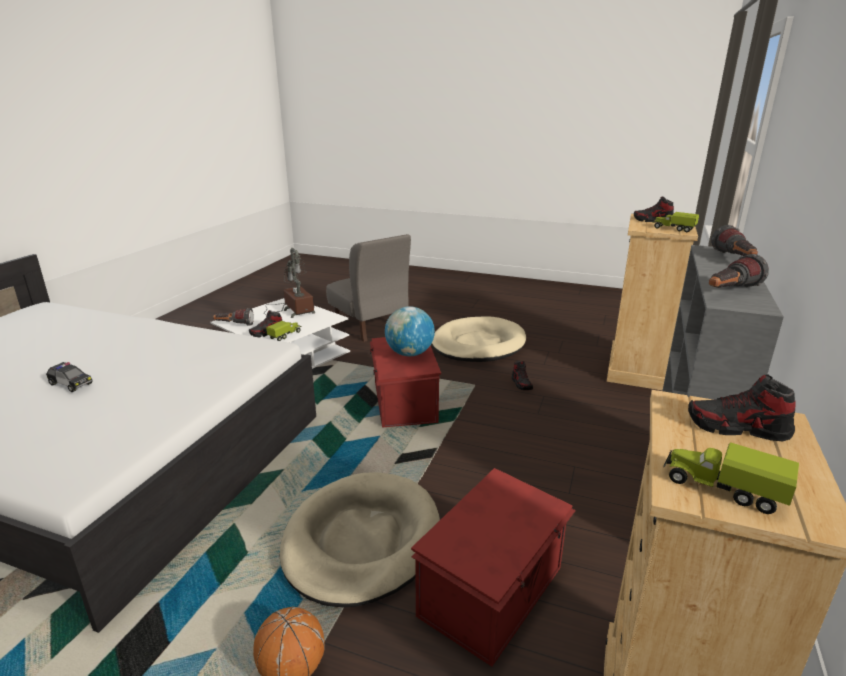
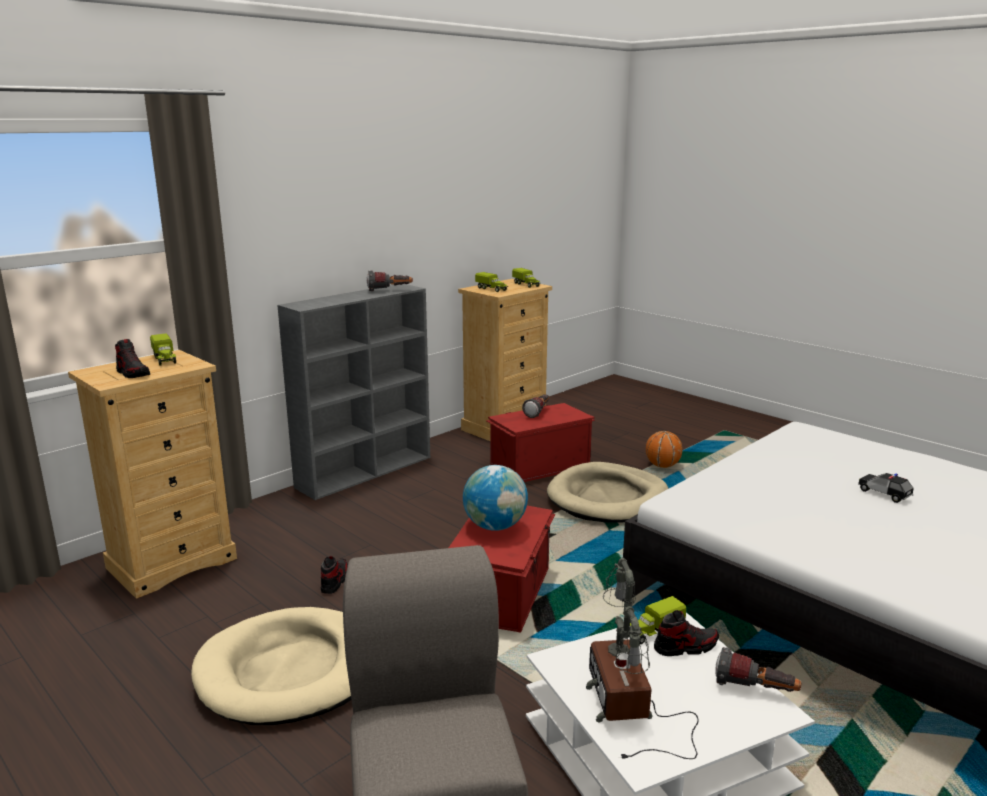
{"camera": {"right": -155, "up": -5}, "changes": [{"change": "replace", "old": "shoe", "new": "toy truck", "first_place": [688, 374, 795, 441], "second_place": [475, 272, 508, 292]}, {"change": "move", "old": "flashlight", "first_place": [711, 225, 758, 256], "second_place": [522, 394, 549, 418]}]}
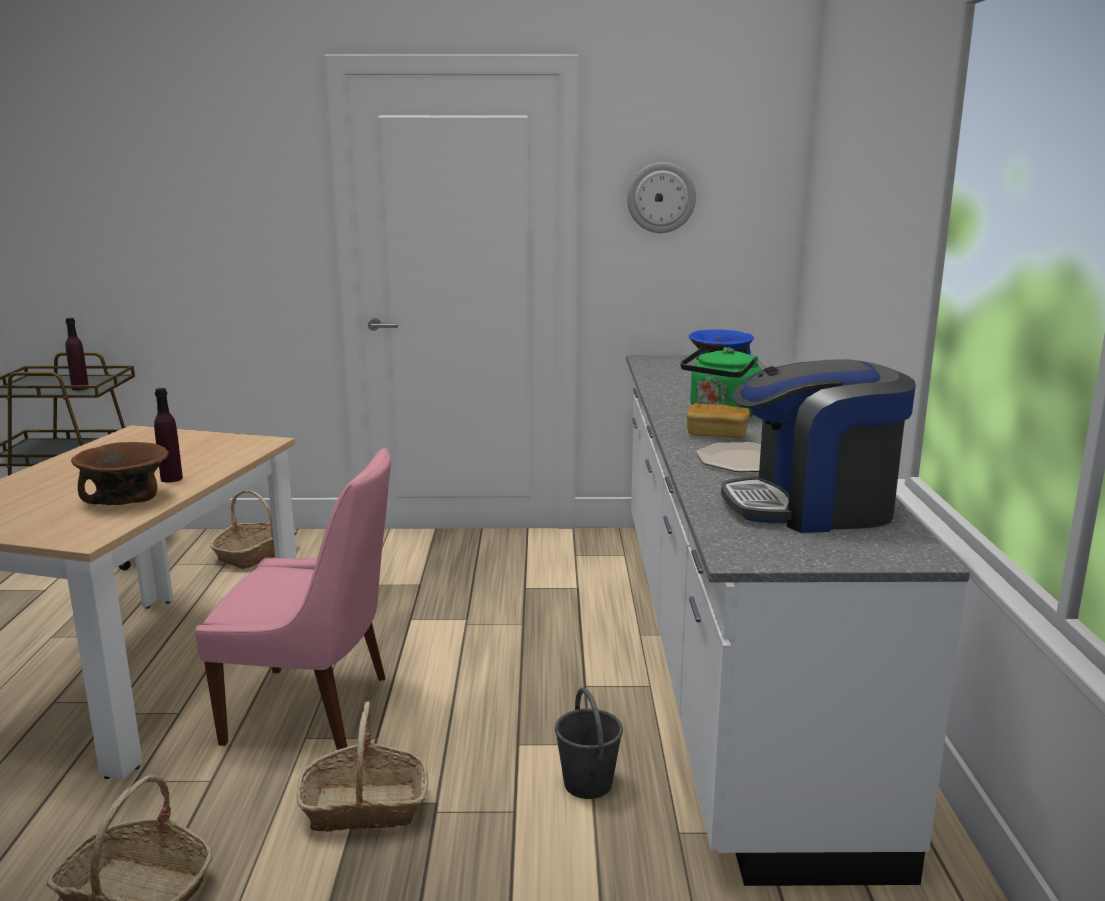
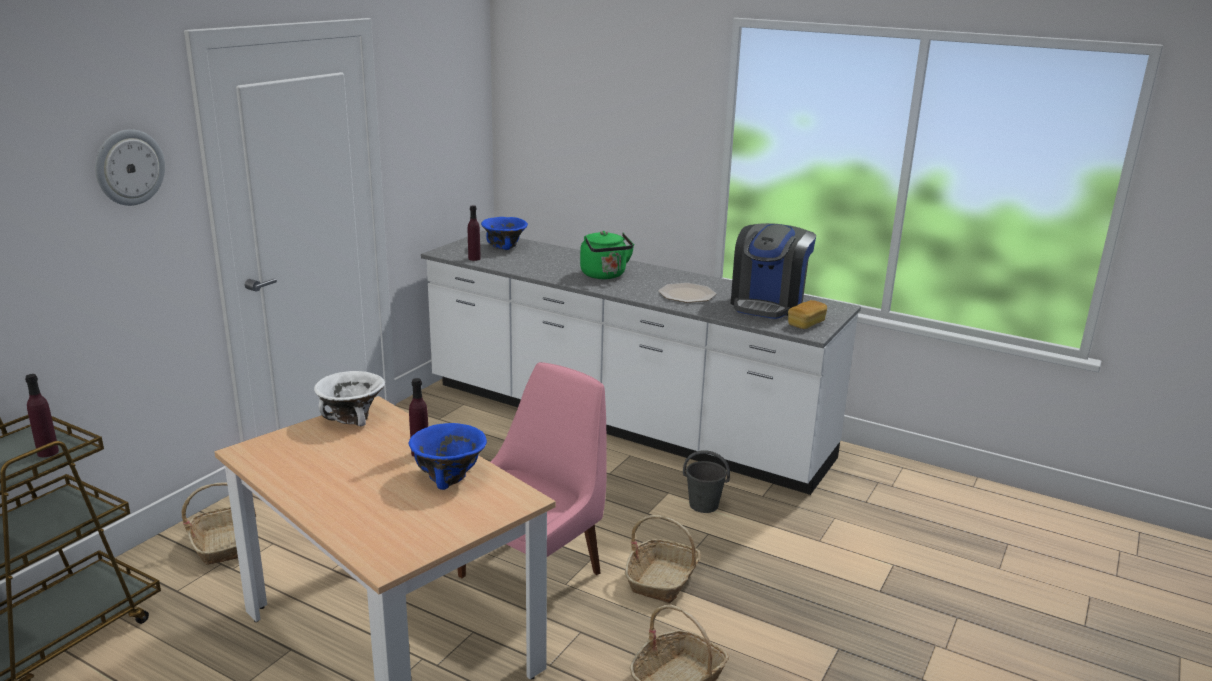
{"camera": {"right": -60, "up": 5}, "changes": [{"change": "recolor", "old": "brown bowl", "new": "blue bowl", "first_place": [71, 442, 169, 505], "second_place": [409, 423, 487, 490]}, {"change": "move", "old": "wall clock", "first_place": [627, 162, 696, 233], "second_place": [95, 129, 165, 206]}, {"change": "move", "old": "bread", "first_place": [687, 403, 750, 439], "second_place": [788, 300, 827, 329]}, {"change": "insert", "new": "white bowl", "second_place": [314, 371, 385, 426]}, {"change": "insert", "new": "purple bottle", "second_place": [468, 205, 481, 261]}]}
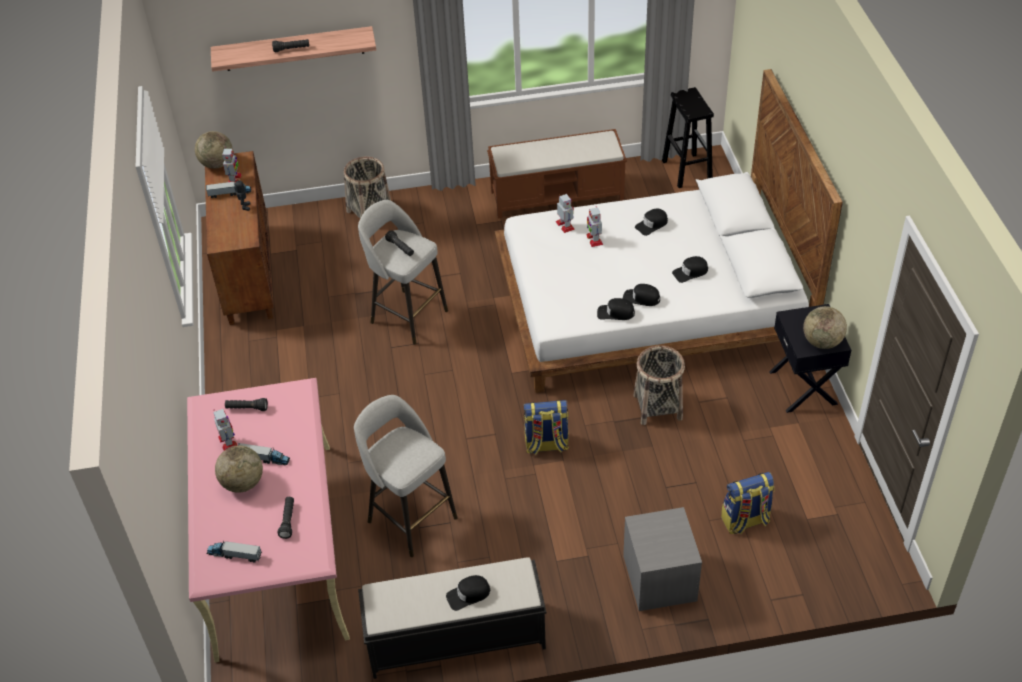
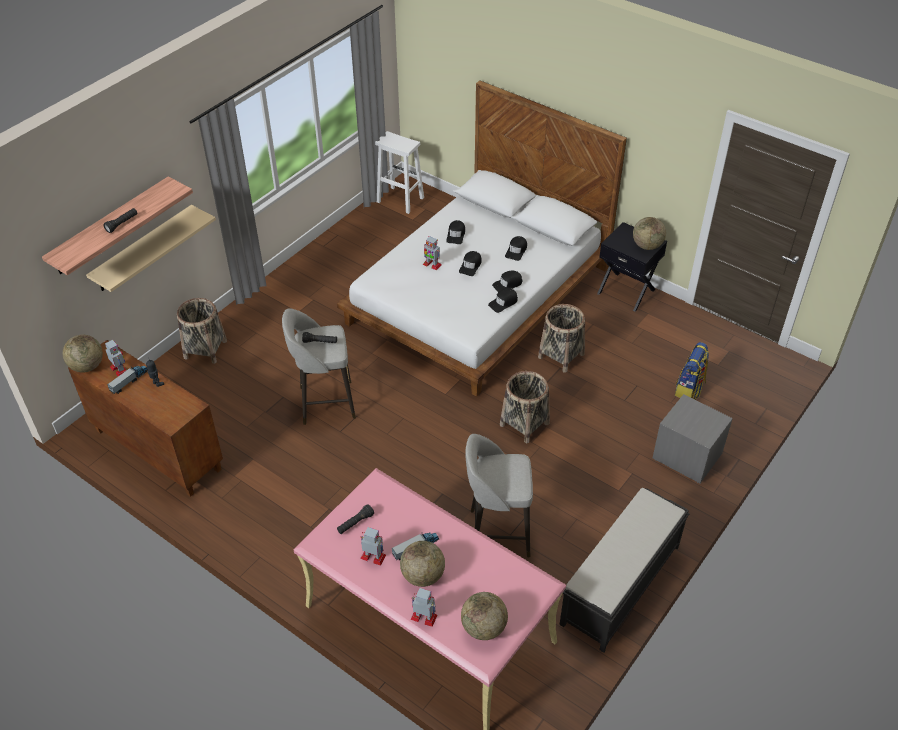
{"camera": {"right": -45, "up": 0}, "changes": [{"change": "replace", "old": "toy truck", "new": "globe", "first_place": [206, 540, 262, 563], "second_place": [461, 592, 508, 640]}, {"change": "delete", "old": "black flashlight", "first_place": [278, 497, 294, 539]}, {"change": "move", "old": "black cap", "first_place": [446, 575, 490, 611], "second_place": [459, 251, 482, 276]}, {"change": "delete", "old": "brown bench", "first_place": [487, 129, 627, 219]}, {"change": "replace", "old": "backpack", "new": "basket", "first_place": [524, 400, 569, 455], "second_place": [500, 371, 550, 443]}, {"change": "move", "old": "toy robot", "first_place": [556, 194, 575, 233], "second_place": [411, 588, 438, 627]}, {"change": "recolor", "old": "black stool", "new": "white stool", "first_place": [662, 87, 714, 188], "second_place": [375, 131, 424, 214]}, {"change": "insert", "new": "beige shelf", "second_place": [86, 205, 216, 292]}]}
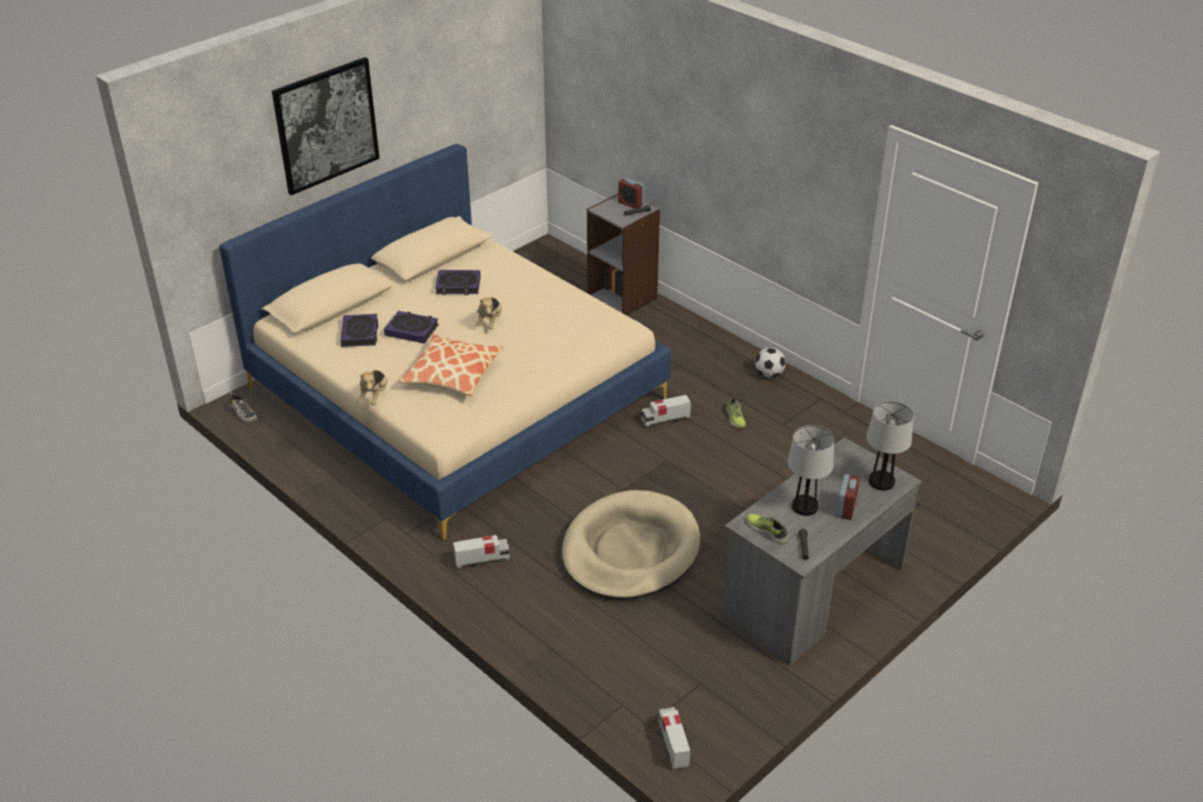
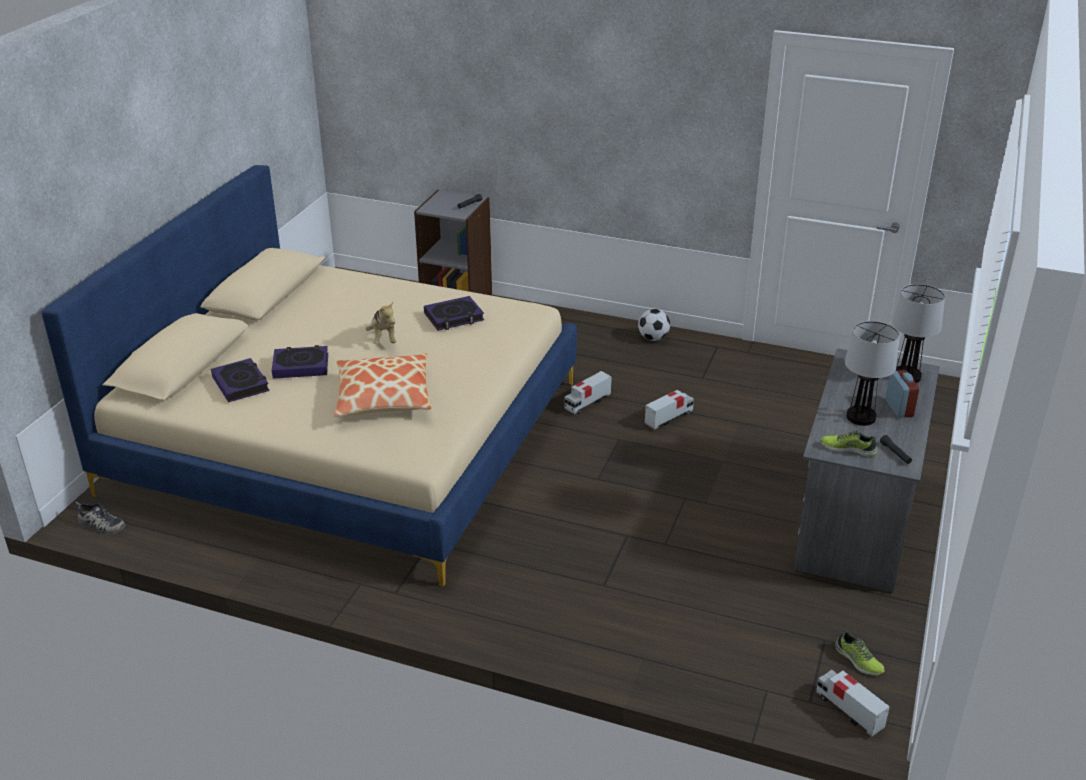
{"camera": {"right": -25, "up": -5}, "changes": [{"change": "delete", "old": "picture", "first_place": [272, 57, 380, 195]}, {"change": "delete", "old": "plush toy", "first_place": [357, 370, 388, 405]}, {"change": "move", "old": "book", "first_place": [435, 270, 481, 295], "second_place": [424, 296, 484, 331]}, {"change": "move", "old": "toy truck", "first_place": [453, 535, 511, 568], "second_place": [645, 390, 694, 429]}, {"change": "delete", "old": "beige dog bed", "first_place": [562, 490, 700, 600]}, {"change": "delete", "old": "alarm clock", "first_place": [618, 178, 644, 209]}, {"change": "move", "old": "shoe", "first_place": [726, 397, 746, 428], "second_place": [835, 631, 885, 675]}]}
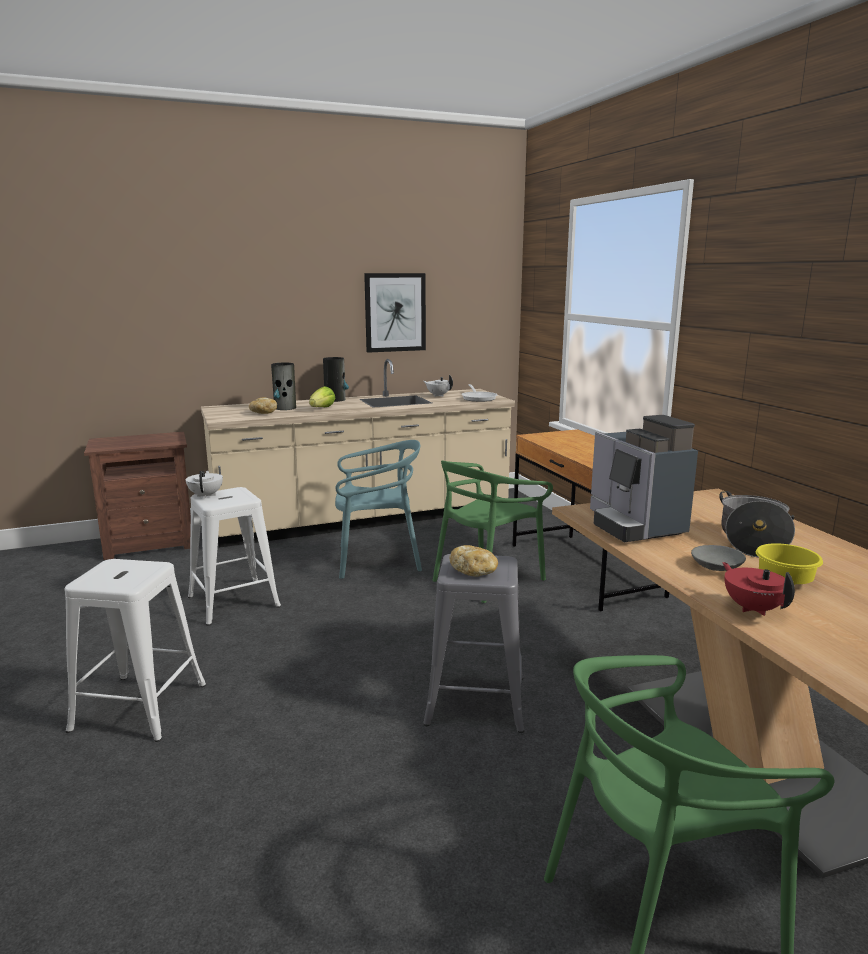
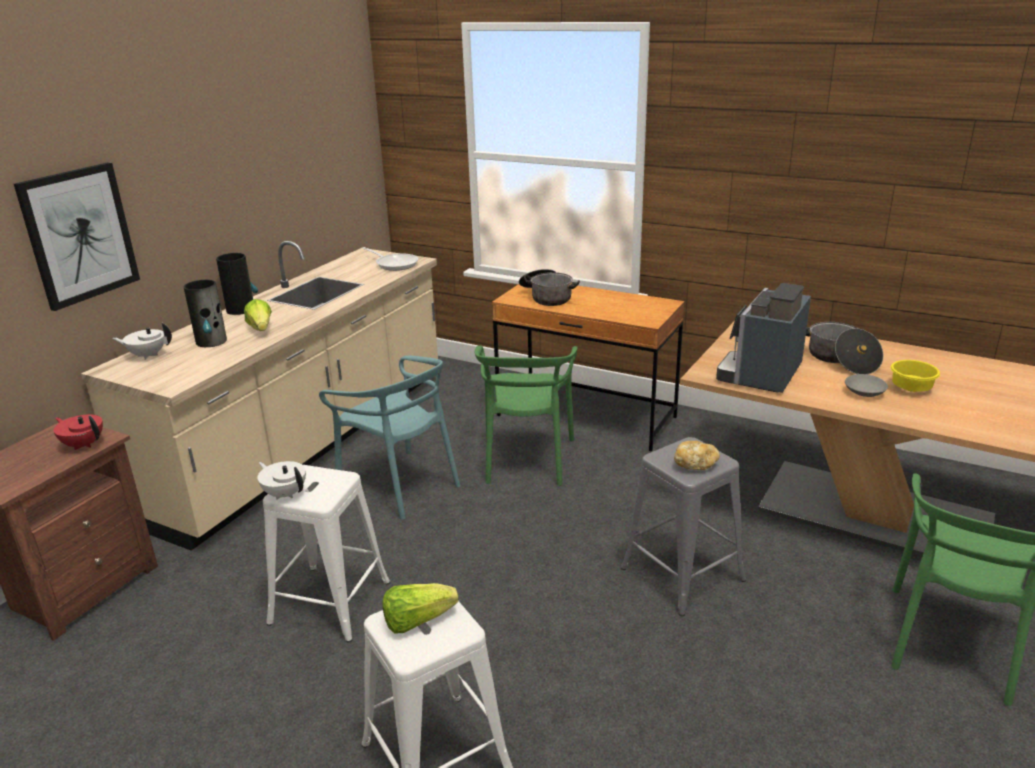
{"camera": {"right": -40, "up": 10}, "changes": [{"change": "delete", "old": "bread", "first_place": [249, 397, 277, 414]}, {"change": "rotate", "old": "turquoise chair", "first_place": [335, 440, 422, 579], "second_place": [319, 356, 461, 520], "degrees": 90}, {"change": "move", "old": "picture", "first_place": [364, 273, 426, 353], "second_place": [14, 162, 140, 311]}, {"change": "move", "old": "white teapot", "first_place": [424, 375, 453, 397], "second_place": [112, 323, 172, 360]}, {"change": "rotate", "old": "coffee machine", "first_place": [590, 415, 698, 542], "second_place": [716, 283, 811, 393], "degrees": 90}, {"change": "move", "old": "red teapot", "first_place": [722, 562, 795, 616], "second_place": [53, 414, 103, 450]}, {"change": "insert", "new": "lettuce", "second_place": [383, 583, 459, 634]}, {"change": "insert", "new": "cooking pot", "second_place": [519, 269, 580, 306]}]}
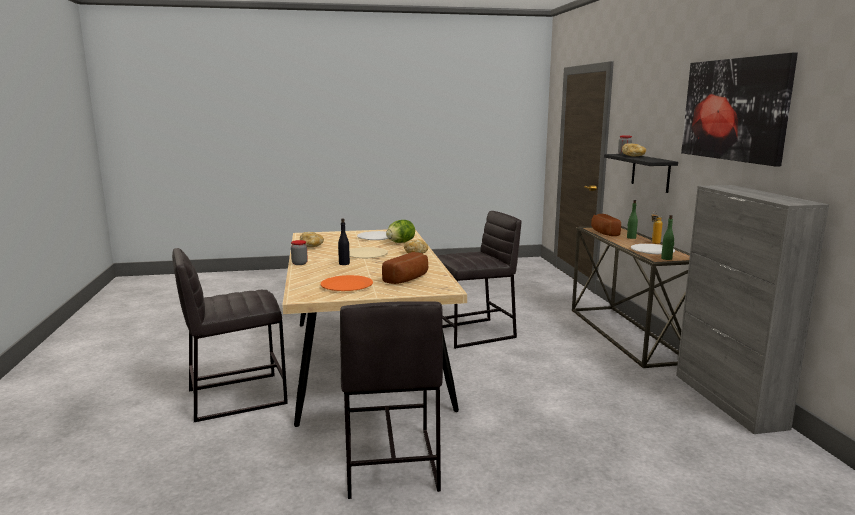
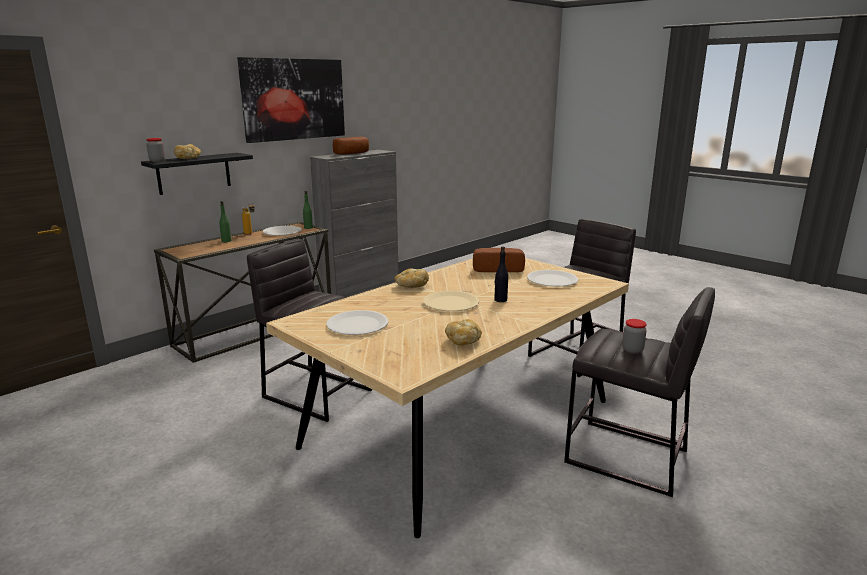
{"camera": {"right": -125, "up": 5}, "changes": [{"change": "move", "old": "jar", "first_place": [291, 240, 308, 265], "second_place": [622, 319, 647, 354]}, {"change": "recolor", "old": "orange plate", "new": "white plate", "first_place": [321, 275, 373, 291], "second_place": [527, 270, 578, 287]}, {"change": "delete", "old": "lettuce", "first_place": [386, 220, 415, 243]}, {"change": "move", "old": "bread", "first_place": [591, 214, 621, 236], "second_place": [333, 137, 369, 155]}]}
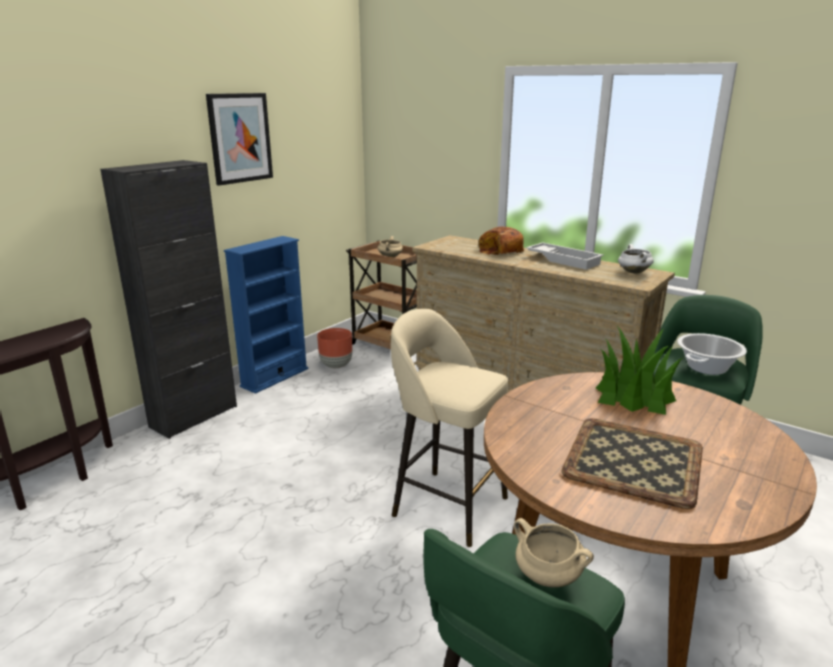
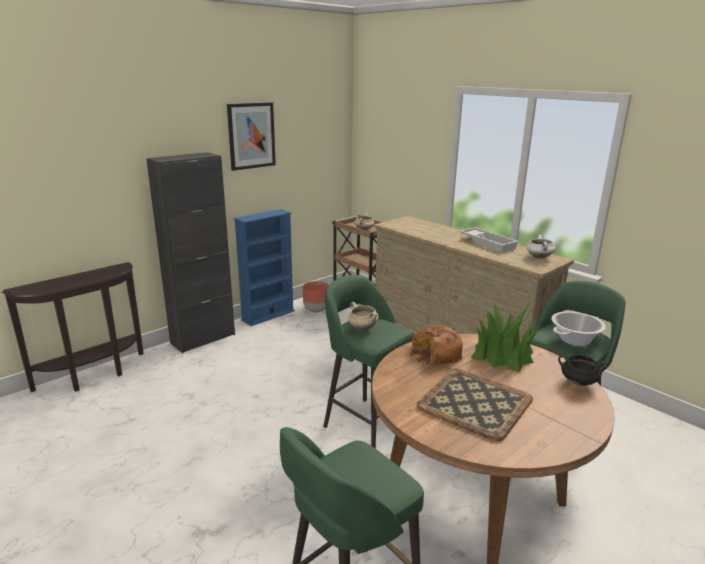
{"camera": {"right": 10, "up": 0}, "changes": [{"change": "recolor", "old": "beige stool", "new": "green stool", "first_place": [391, 309, 508, 547], "second_place": [323, 275, 415, 449]}, {"change": "move", "old": "bread", "first_place": [479, 227, 524, 255], "second_place": [410, 325, 463, 366]}, {"change": "move", "old": "beige cooking pot", "first_place": [514, 518, 594, 588], "second_place": [348, 302, 379, 330]}, {"change": "insert", "new": "black cooking pot", "second_place": [558, 354, 608, 386]}]}
